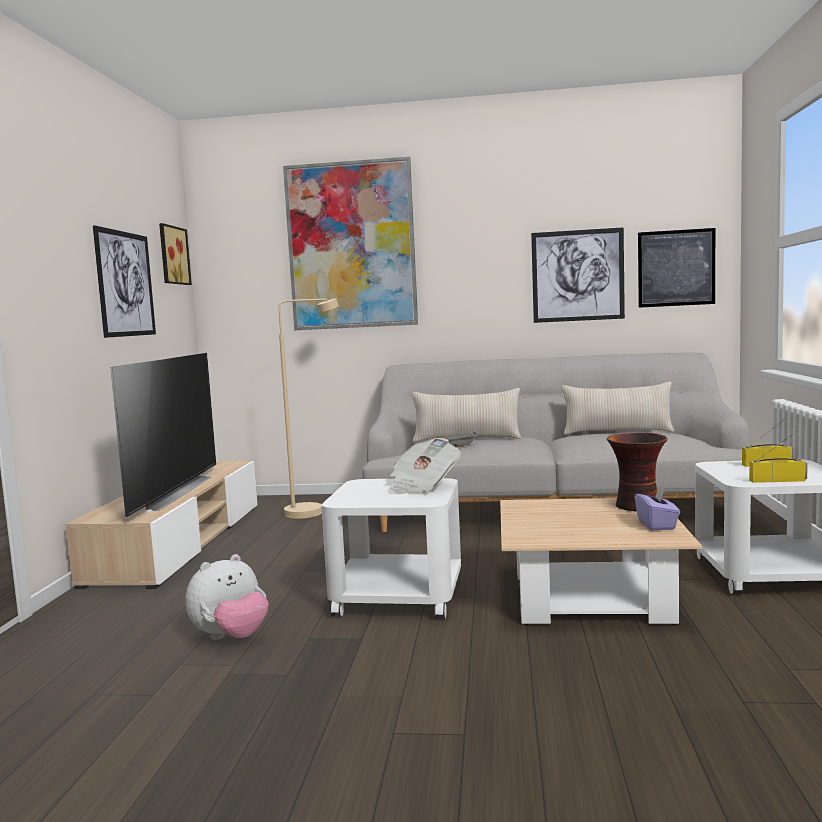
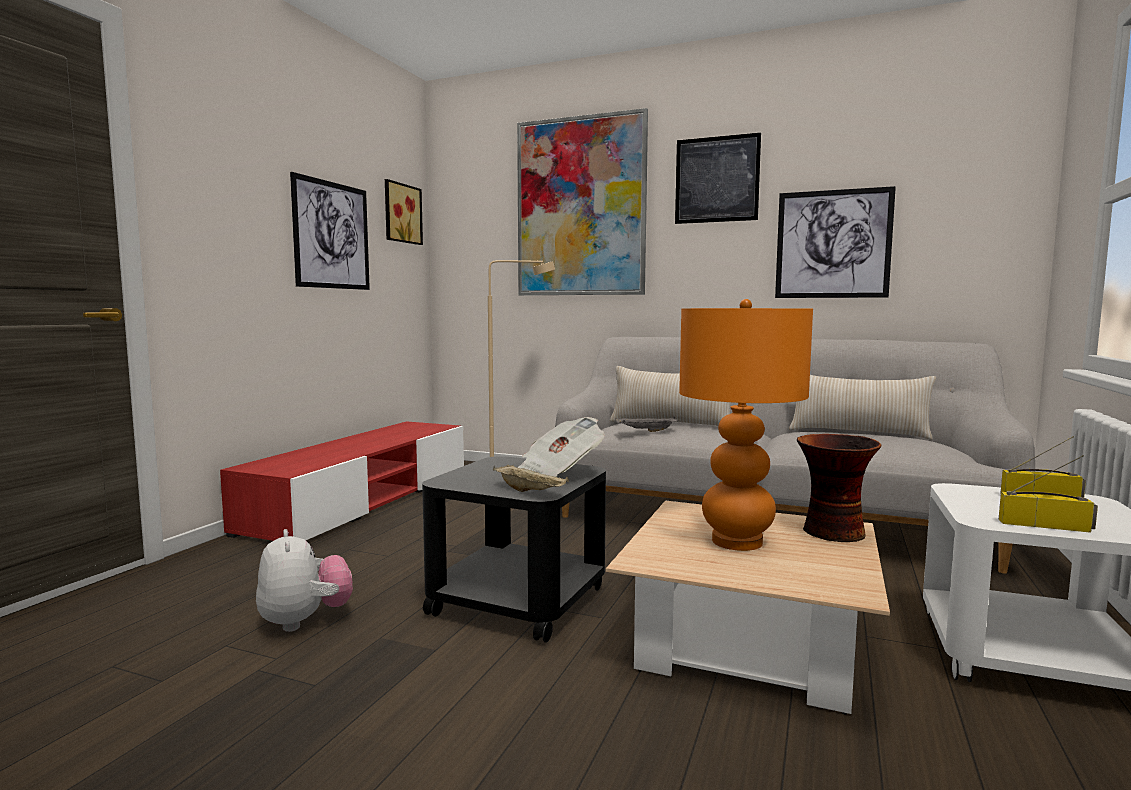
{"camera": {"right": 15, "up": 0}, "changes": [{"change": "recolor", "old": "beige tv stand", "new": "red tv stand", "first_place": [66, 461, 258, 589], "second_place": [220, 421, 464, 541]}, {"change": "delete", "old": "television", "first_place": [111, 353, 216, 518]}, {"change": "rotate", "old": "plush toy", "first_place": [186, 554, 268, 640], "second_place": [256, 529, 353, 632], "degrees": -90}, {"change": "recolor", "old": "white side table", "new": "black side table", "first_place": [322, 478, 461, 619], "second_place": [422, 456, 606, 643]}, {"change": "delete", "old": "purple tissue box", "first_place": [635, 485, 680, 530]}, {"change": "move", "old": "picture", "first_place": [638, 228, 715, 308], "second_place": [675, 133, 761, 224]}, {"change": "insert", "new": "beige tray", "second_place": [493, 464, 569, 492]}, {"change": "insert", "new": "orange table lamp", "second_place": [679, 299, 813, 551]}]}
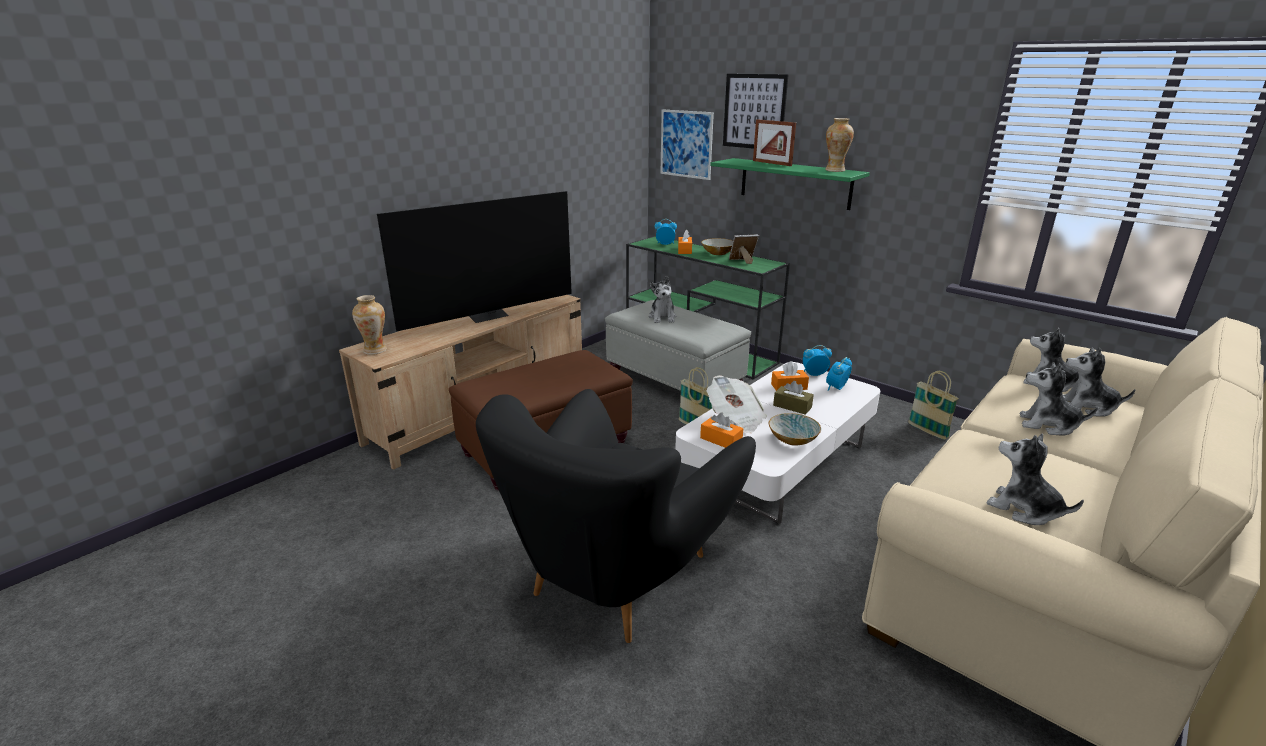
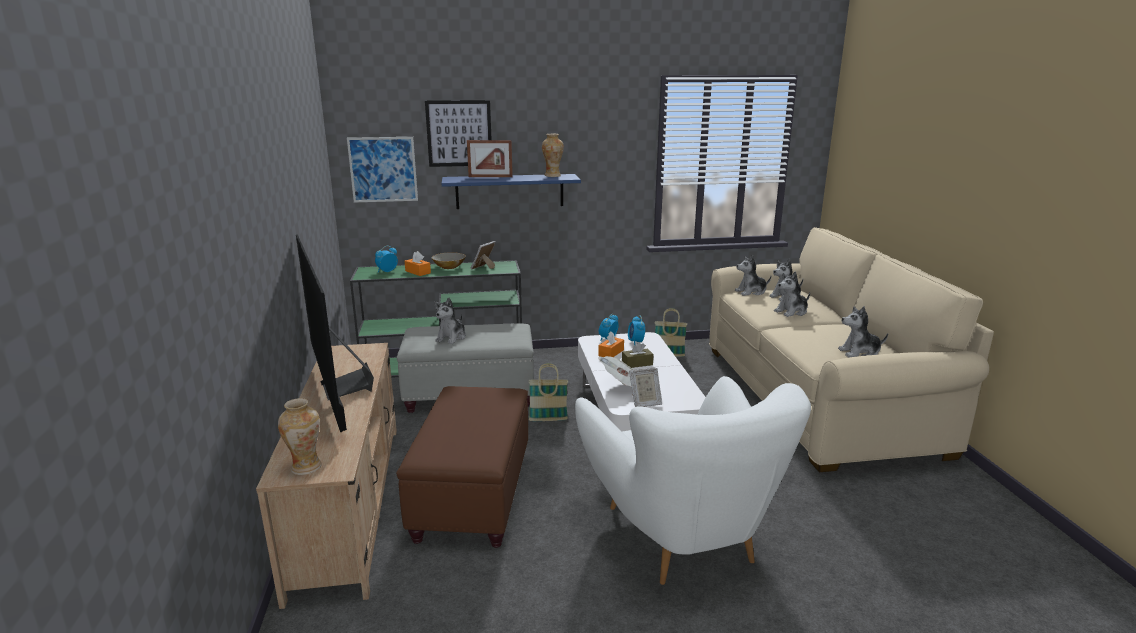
{"camera": {"right": -50, "up": -5}, "changes": [{"change": "rotate", "old": "television", "first_place": [377, 191, 572, 331], "second_place": [296, 234, 374, 432], "degrees": 150}, {"change": "recolor", "old": "black armchair", "new": "white armchair", "first_place": [476, 389, 756, 643], "second_place": [575, 376, 811, 585]}, {"change": "rotate", "old": "plush toy", "first_place": [649, 276, 676, 323], "second_place": [434, 298, 466, 344], "degrees": 75}, {"change": "replace", "old": "orange tissue box", "new": "picture frame", "first_place": [700, 413, 743, 448], "second_place": [629, 368, 662, 407]}, {"change": "recolor", "old": "green shelf", "new": "blue shelf", "first_place": [710, 158, 870, 210], "second_place": [441, 174, 581, 209]}, {"change": "delete", "old": "bowl", "first_place": [768, 413, 821, 446]}]}
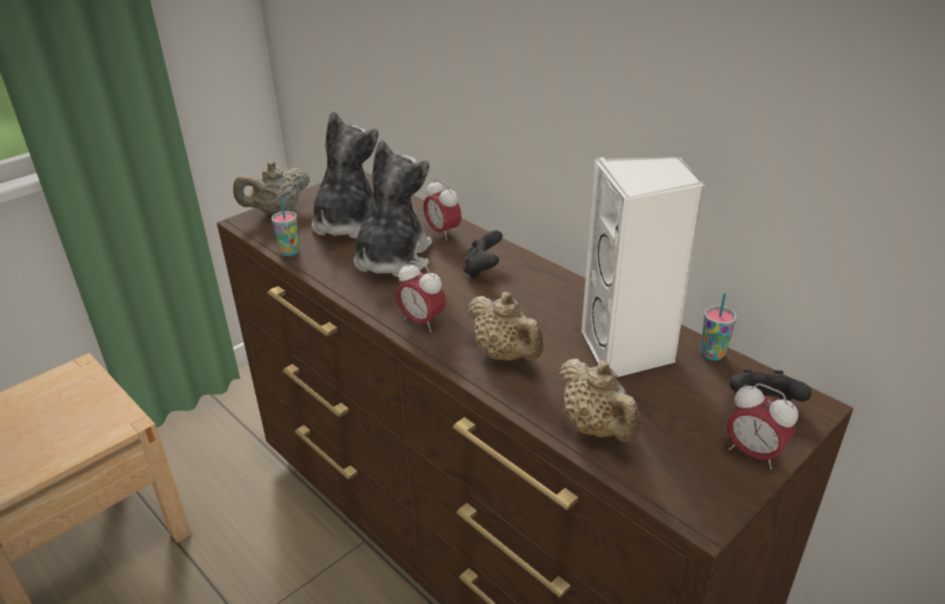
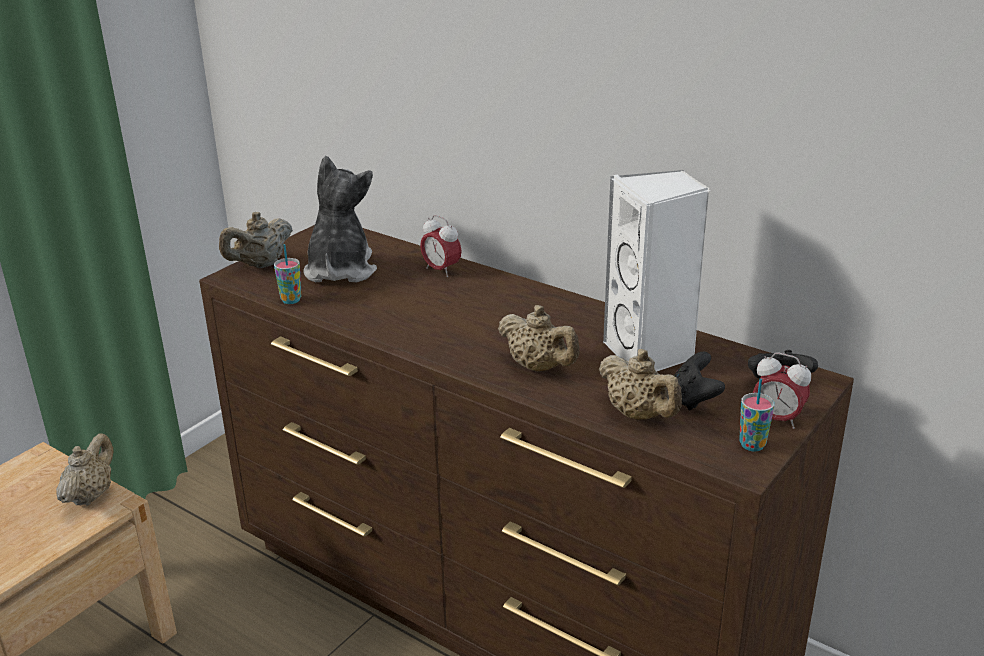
{"camera": {"right": -10, "up": -5}, "changes": [{"change": "delete", "old": "plush toy", "first_place": [354, 140, 432, 277]}, {"change": "delete", "old": "alarm clock", "first_place": [396, 261, 446, 332]}, {"change": "move", "old": "black game controller", "first_place": [463, 230, 503, 279], "second_place": [674, 352, 725, 410]}, {"change": "move", "old": "cup", "first_place": [700, 293, 737, 361], "second_place": [739, 379, 775, 451]}, {"change": "insert", "new": "beige teapot", "second_place": [56, 433, 113, 506]}]}
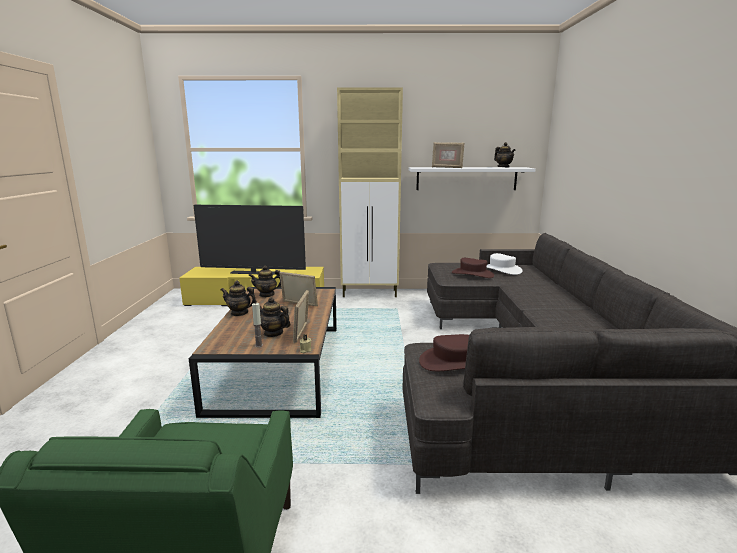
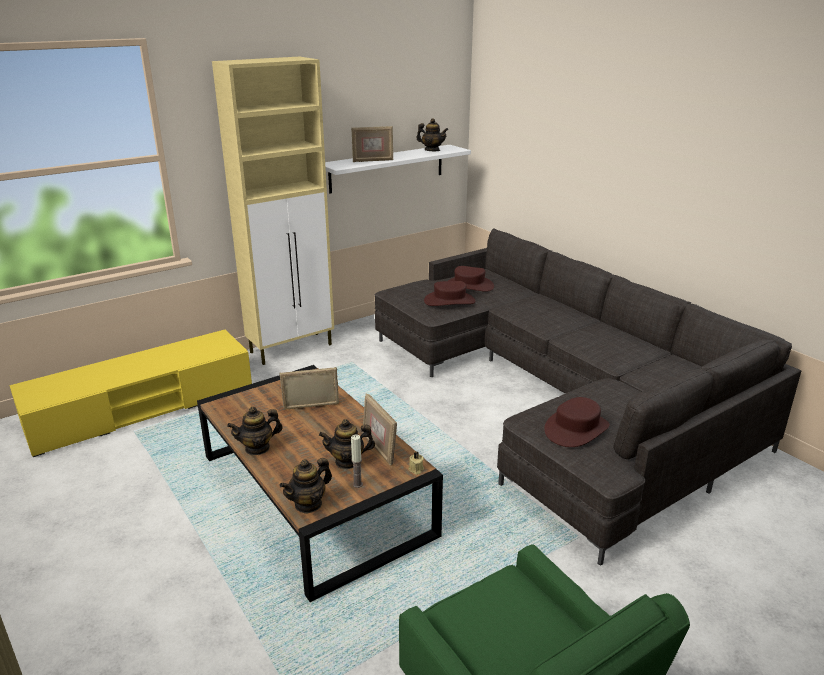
{"camera": {"right": -35, "up": 10}, "changes": [{"change": "delete", "old": "television", "first_place": [194, 205, 306, 275]}, {"change": "move", "old": "teapot", "first_place": [249, 266, 281, 297], "second_place": [279, 458, 332, 514]}, {"change": "recolor", "old": "white hat", "new": "brown hat", "first_place": [486, 253, 523, 275], "second_place": [448, 266, 494, 292]}]}
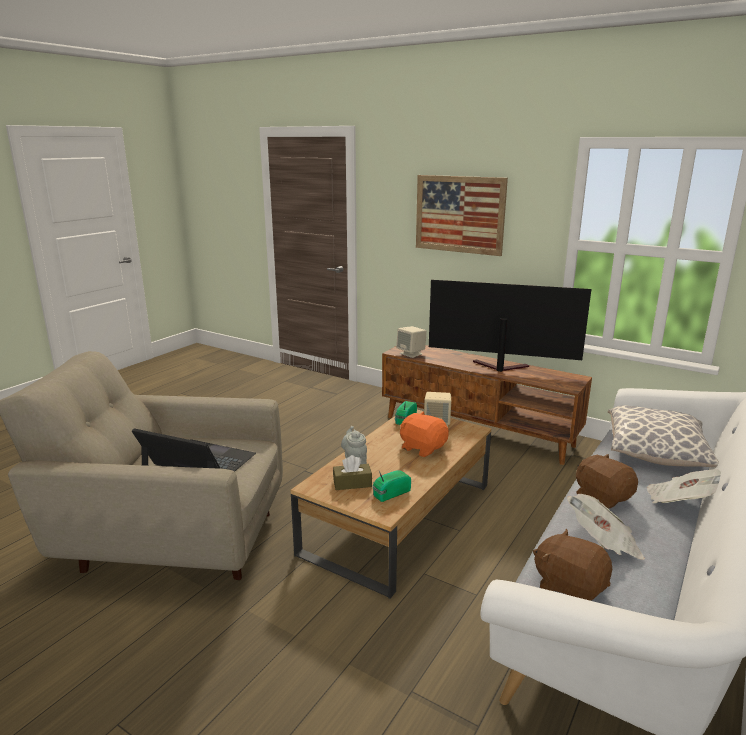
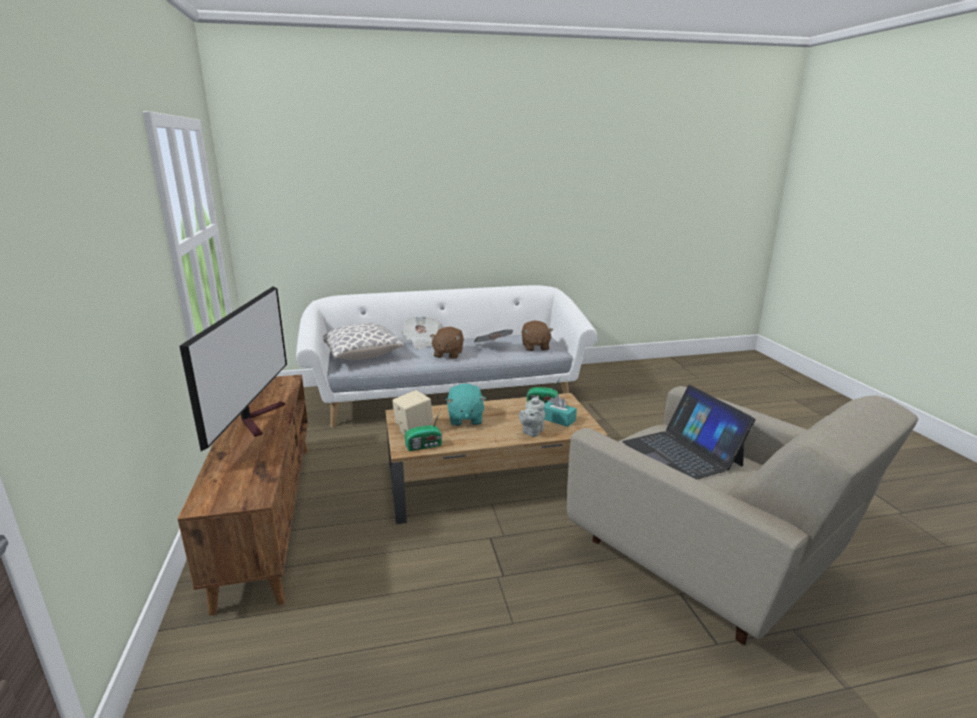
{"camera": {"right": -135, "up": 0}, "changes": [{"change": "recolor", "old": "brown tissue box", "new": "turquoise tissue box", "first_place": [333, 455, 372, 490], "second_place": [544, 395, 577, 427]}, {"change": "delete", "old": "beige speaker", "first_place": [396, 326, 427, 358]}, {"change": "recolor", "old": "orange plush toy", "new": "turquoise plush toy", "first_place": [400, 412, 449, 457], "second_place": [446, 383, 486, 426]}, {"change": "delete", "old": "picture", "first_place": [416, 175, 508, 256]}, {"change": "rotate", "old": "television", "first_place": [429, 280, 591, 372], "second_place": [179, 286, 287, 451], "degrees": -150}]}
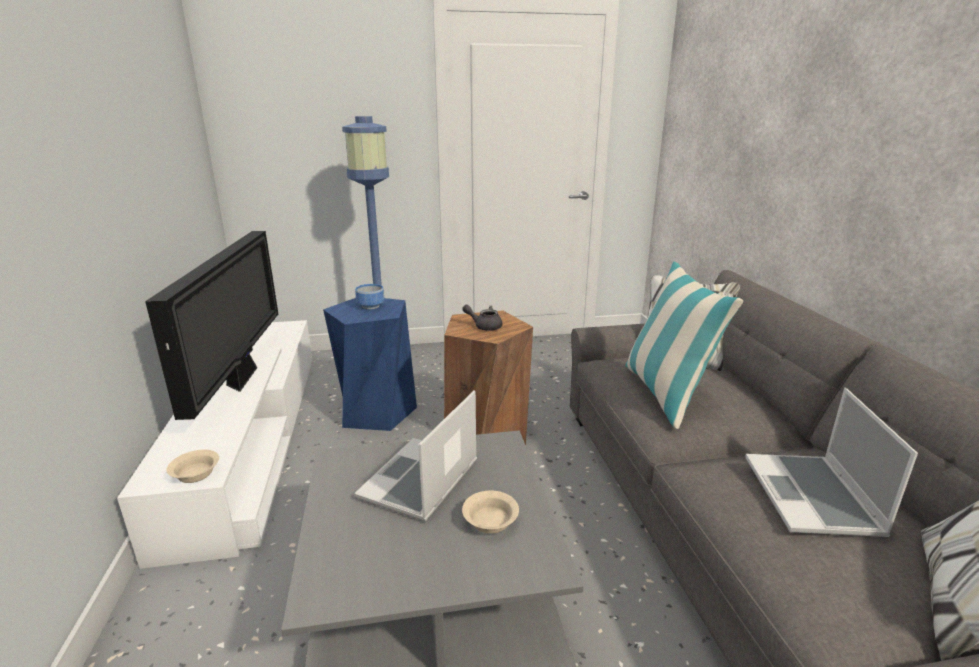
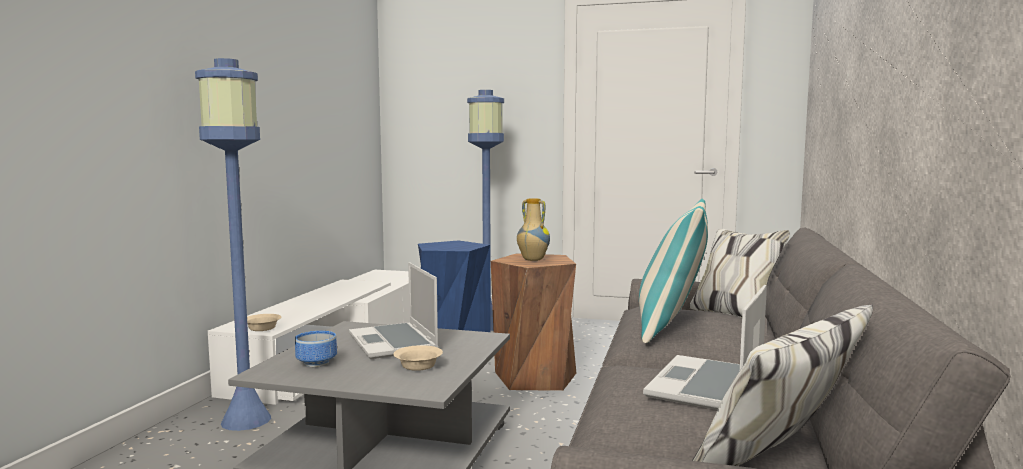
{"camera": {"right": 25, "up": -15}, "changes": [{"change": "delete", "old": "television", "first_place": [145, 231, 278, 420]}, {"change": "rotate", "old": "laptop", "first_place": [354, 390, 477, 522], "second_place": [349, 262, 438, 359], "degrees": -75}, {"change": "move", "old": "bowl", "first_place": [355, 284, 385, 309], "second_place": [295, 331, 337, 367]}, {"change": "replace", "old": "grey teapot", "new": "vase", "first_place": [462, 305, 502, 331], "second_place": [517, 198, 550, 261]}, {"change": "insert", "new": "blue floor lamp", "second_place": [195, 58, 271, 431]}]}
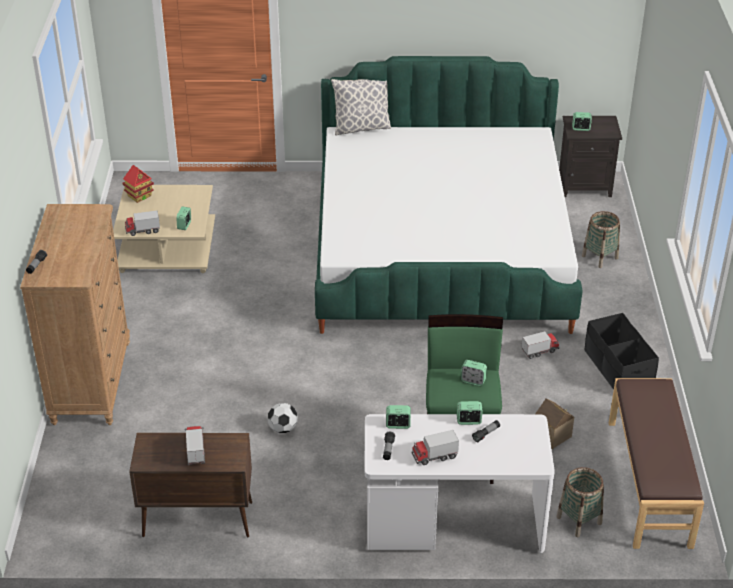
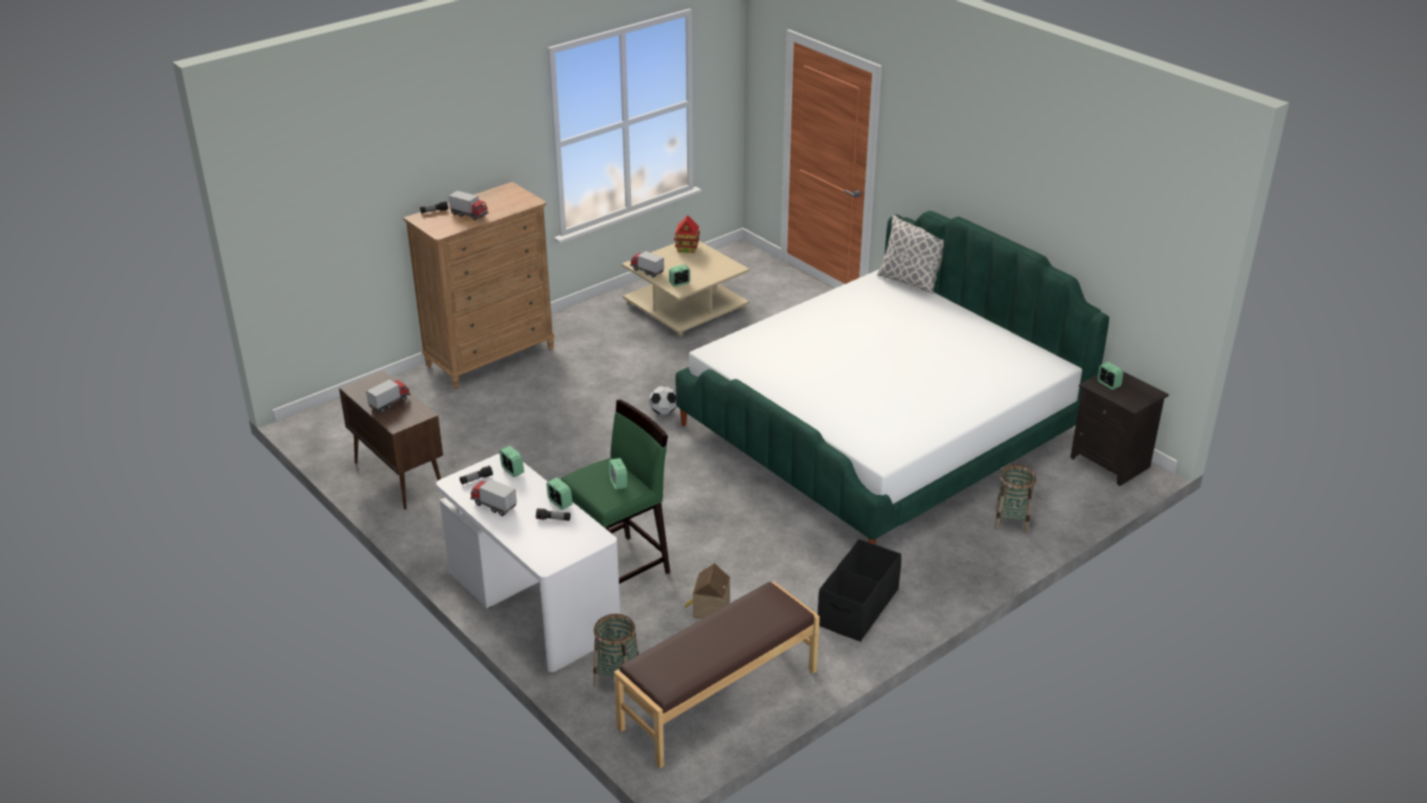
{"camera": {"right": 50, "up": -5}, "changes": [{"change": "move", "old": "football", "first_place": [268, 403, 298, 433], "second_place": [649, 386, 677, 415]}, {"change": "move", "old": "toy truck", "first_place": [521, 331, 559, 359], "second_place": [449, 190, 488, 220]}]}
